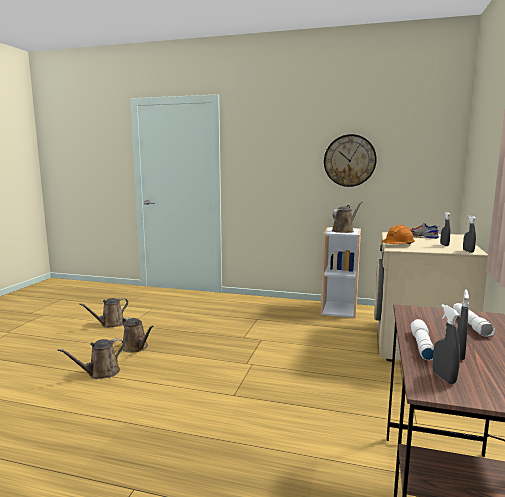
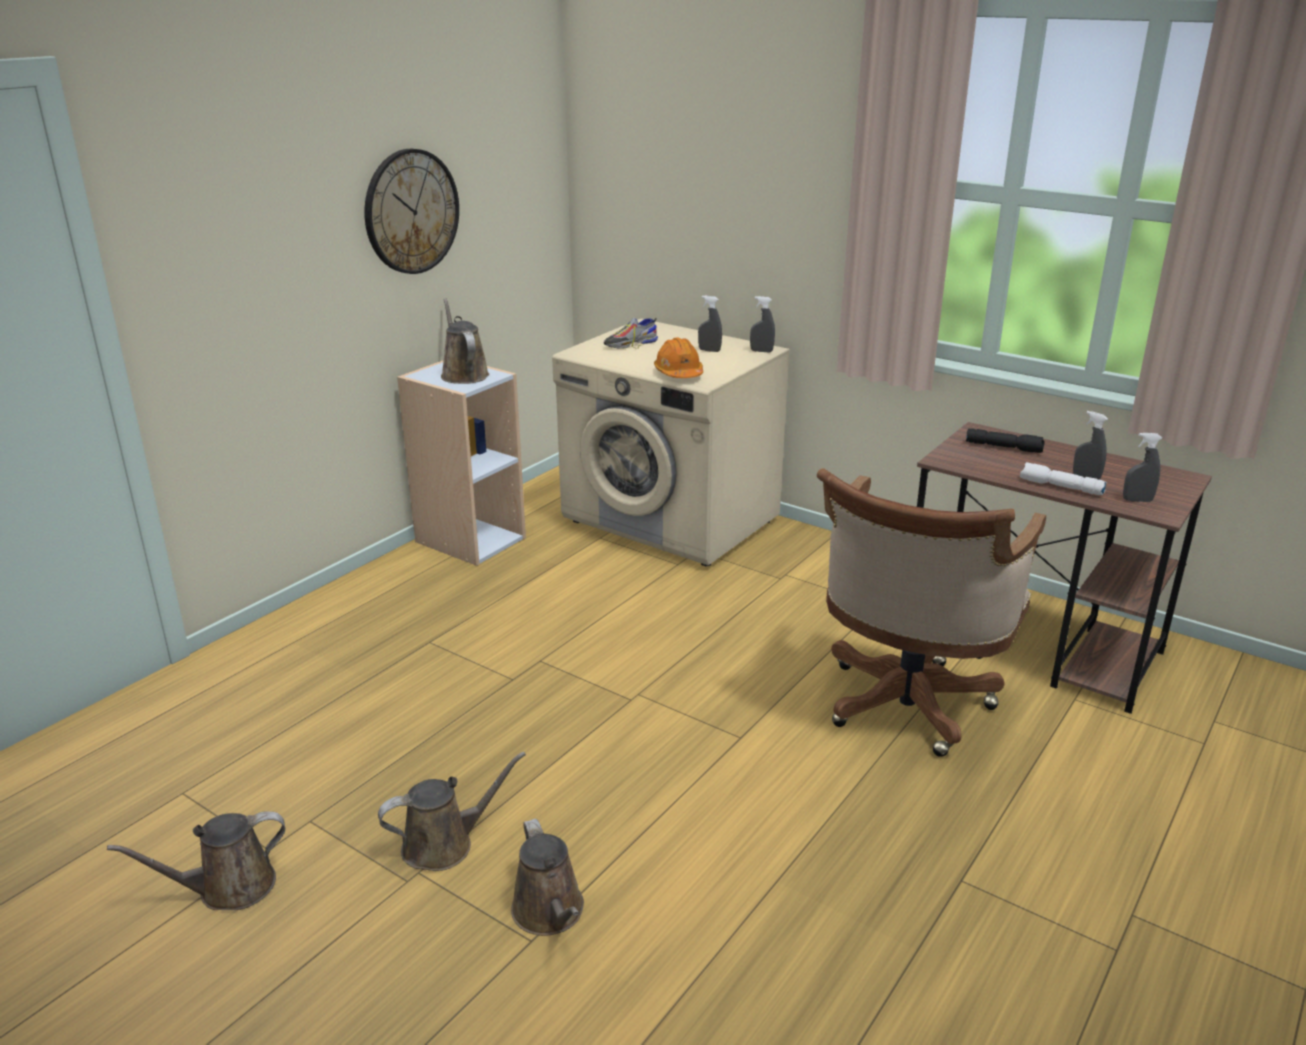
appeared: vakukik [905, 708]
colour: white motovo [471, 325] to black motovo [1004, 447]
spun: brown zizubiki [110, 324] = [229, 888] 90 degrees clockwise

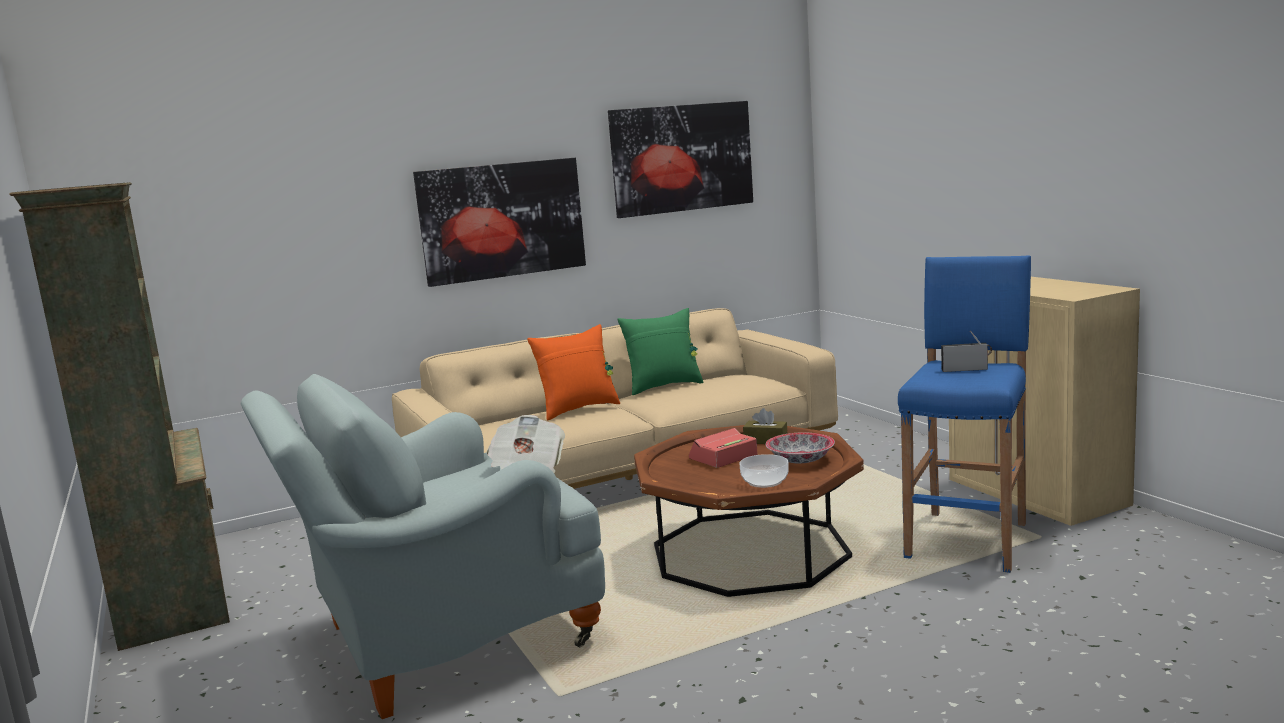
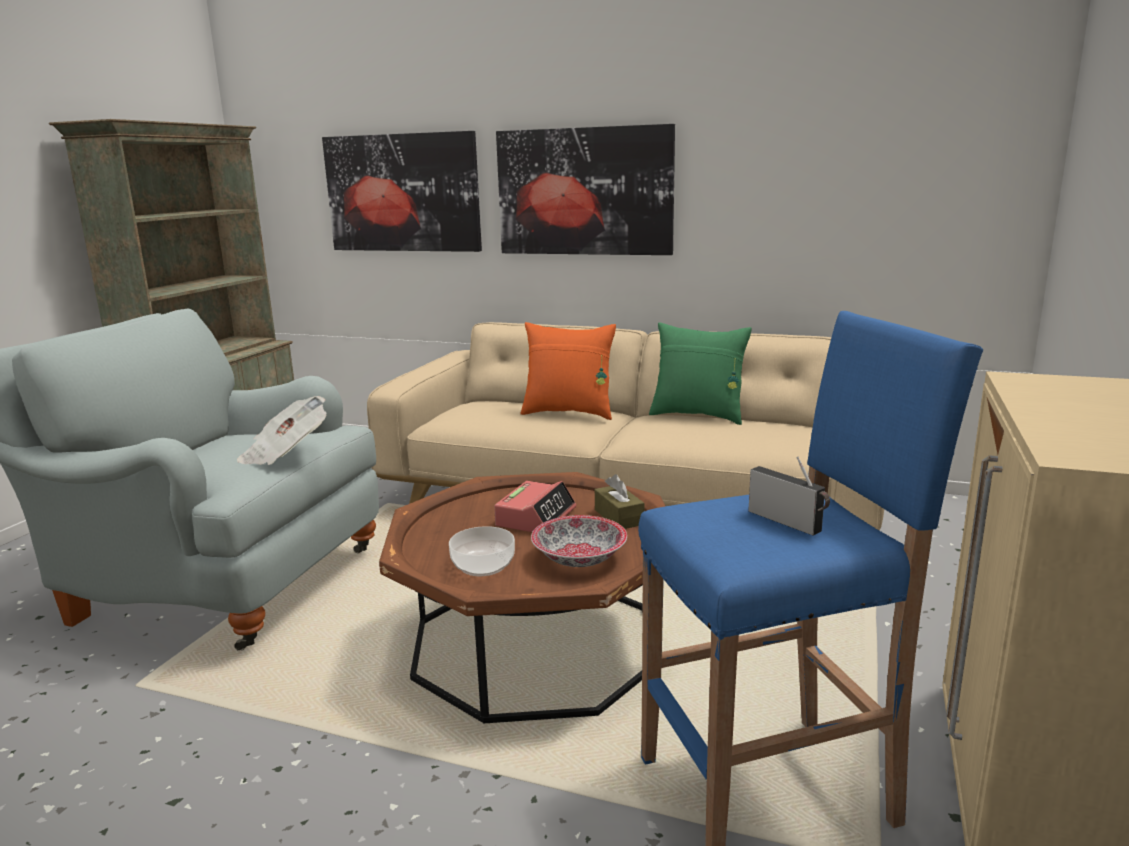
relocated: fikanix [682, 158] to [402, 193]
spun: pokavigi [723, 457] = [536, 517] 105 degrees clockwise

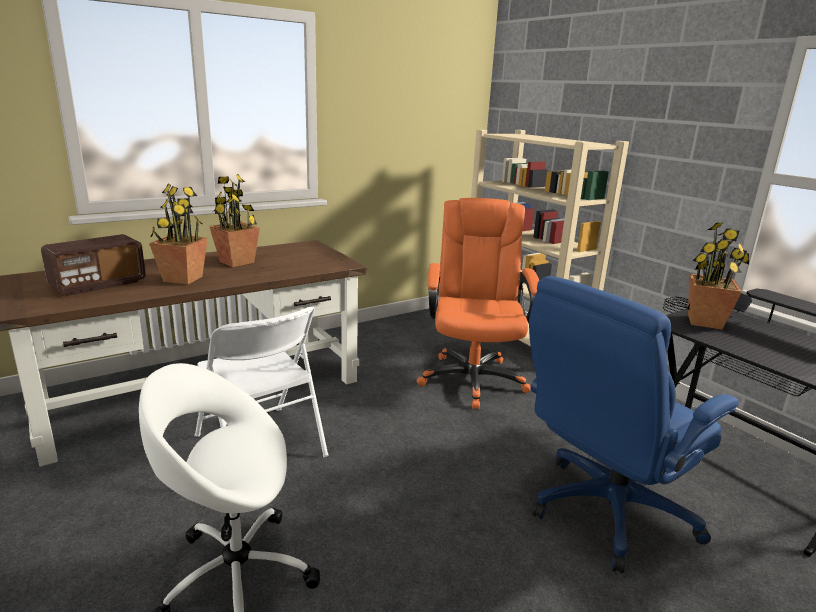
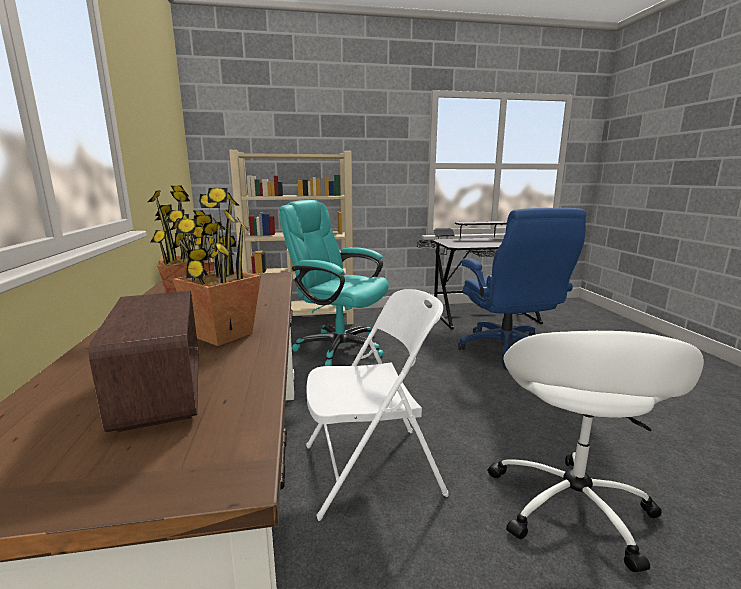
missing: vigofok [704, 322]
colour: orange vakukik [472, 380] to turquoise vakukik [339, 348]

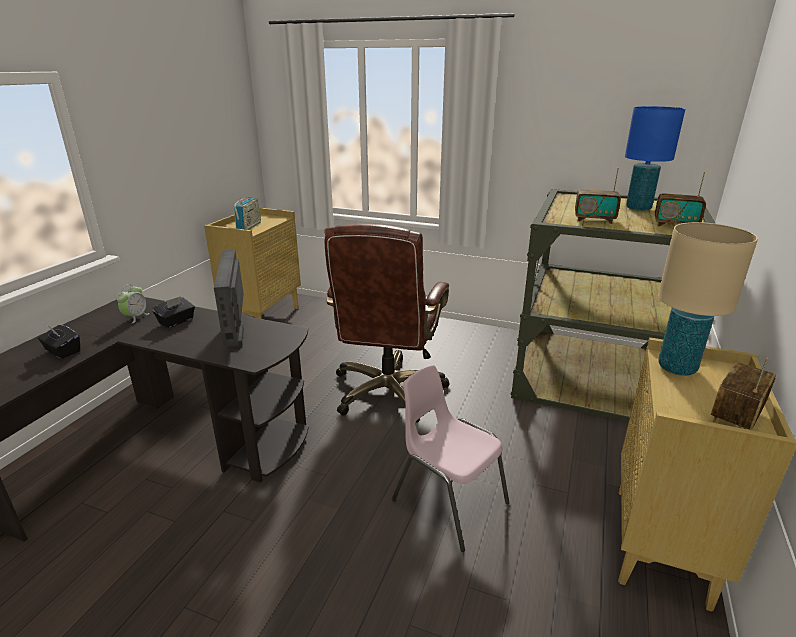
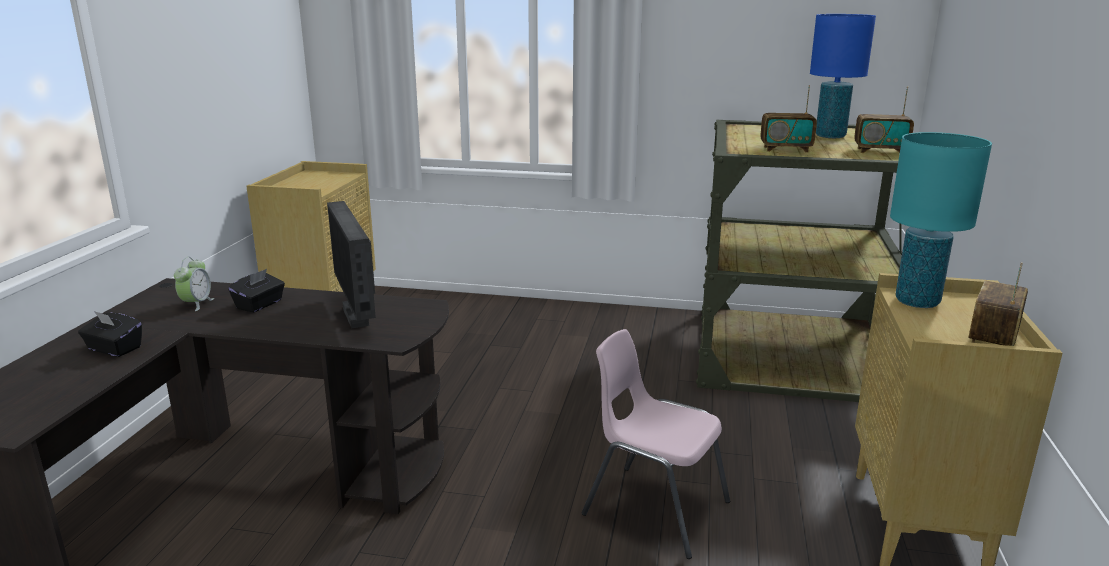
missing: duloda [249, 226]; brown vakukik [388, 390]
colour: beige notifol [676, 368] to turquoise notifol [917, 302]

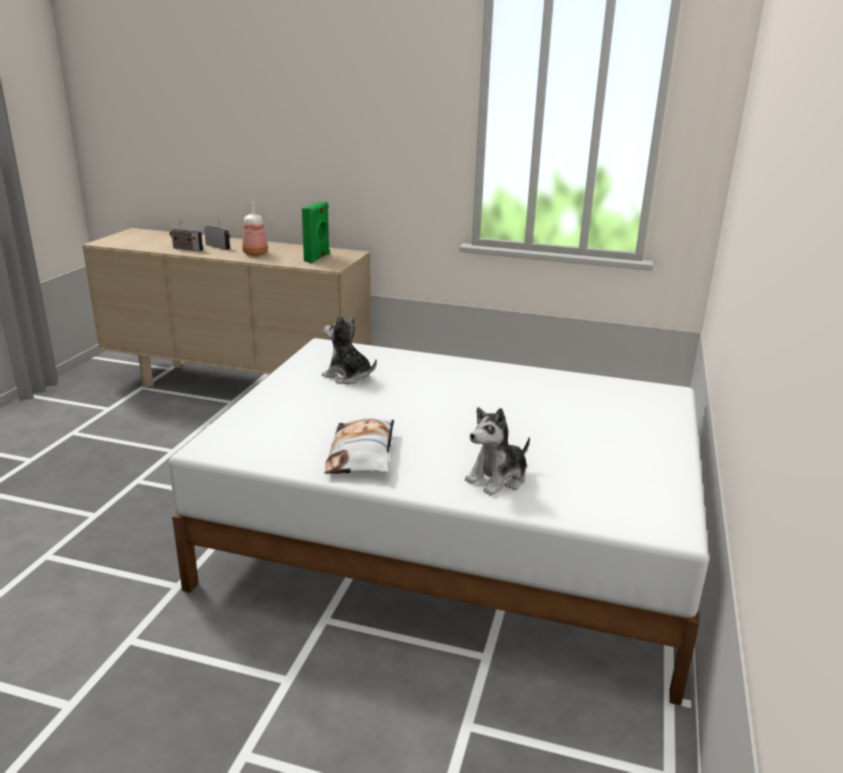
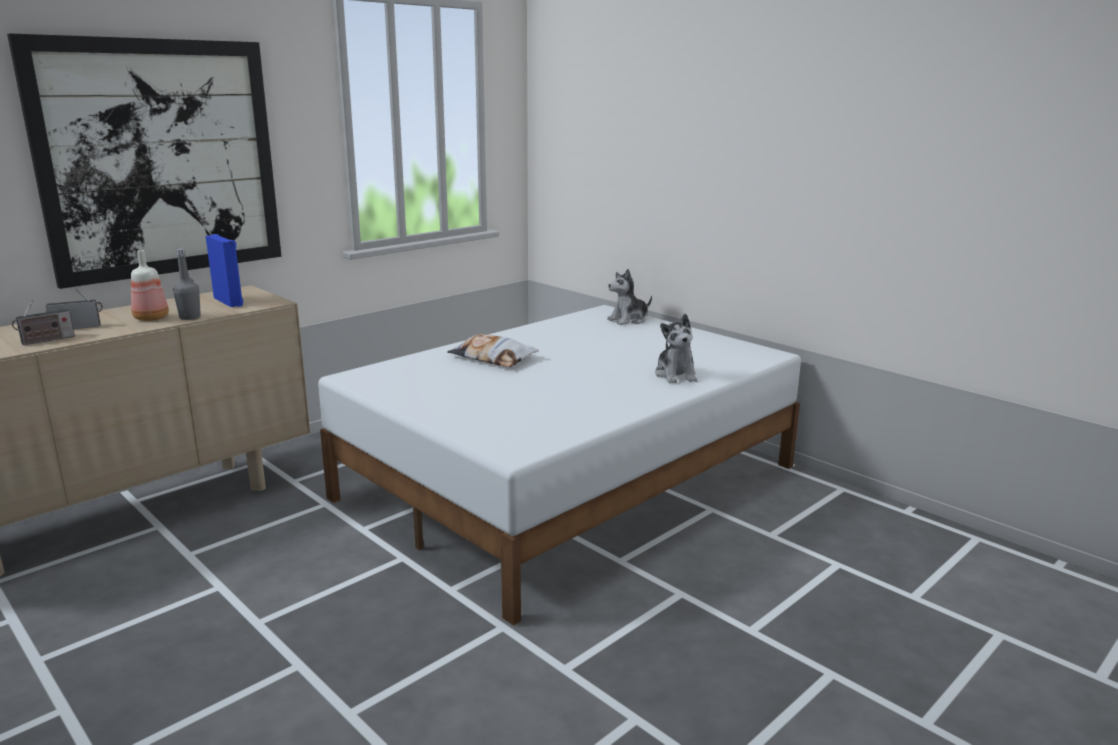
appeared: fikanix [160, 159]; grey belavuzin [190, 317]
relocated: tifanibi [348, 376] to [629, 320]; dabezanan [362, 454] to [493, 358]
colour: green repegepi [318, 258] to blue repegepi [229, 301]

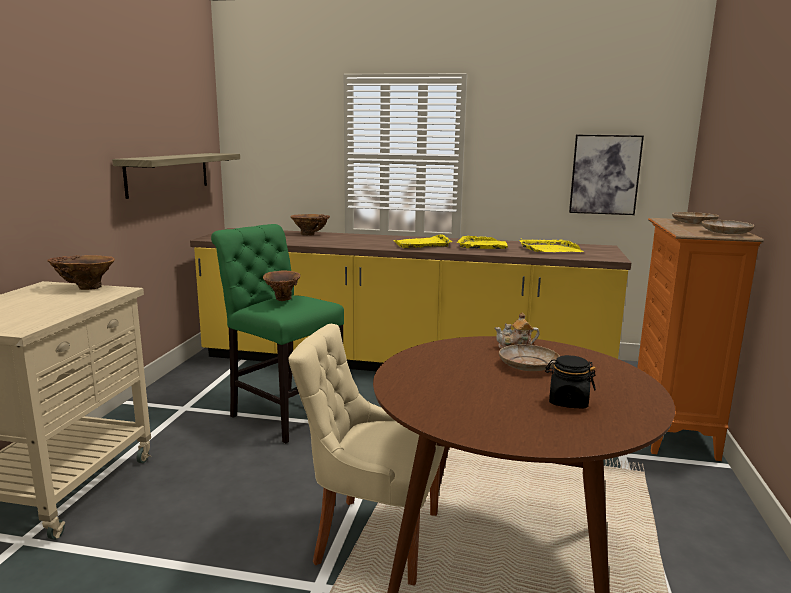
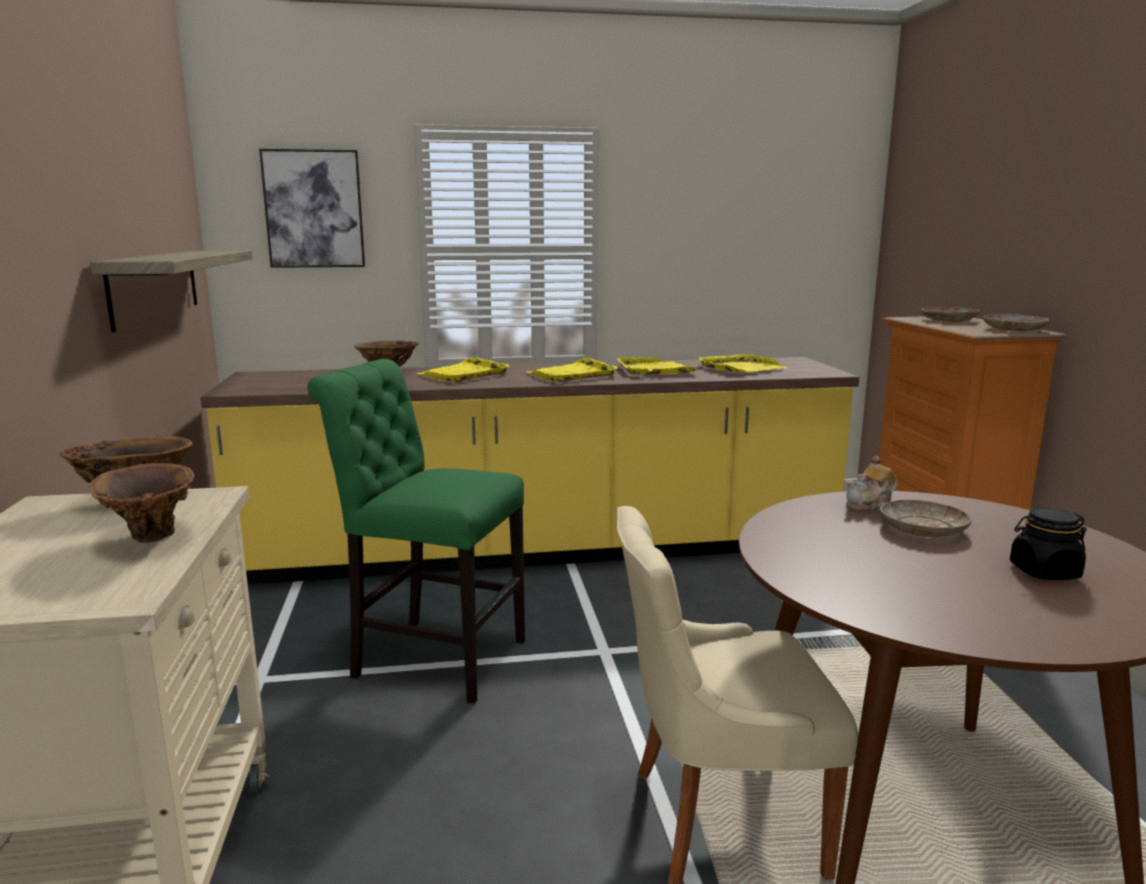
appeared: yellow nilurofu [464, 374]
relocated: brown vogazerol [282, 300] to [149, 539]; fikanix [605, 174] to [314, 209]

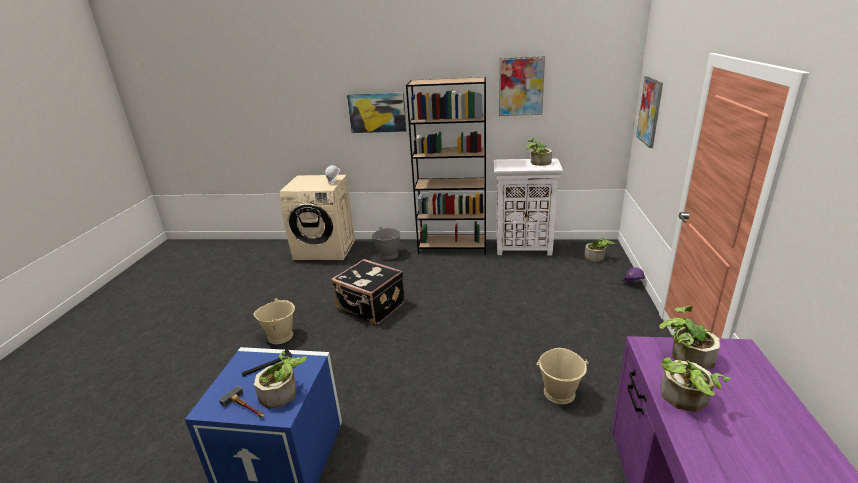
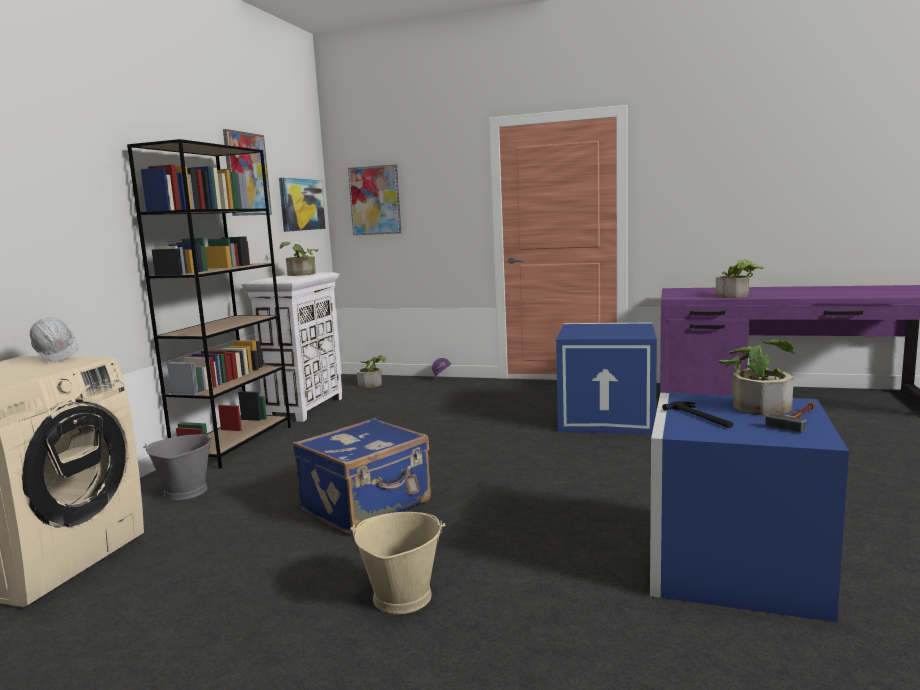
missing: vigofok [685, 356]
relocated: fikanix [377, 112] to [301, 204]
exchanged: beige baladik [559, 393] to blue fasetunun [608, 418]
colour: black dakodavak [371, 307] to blue dakodavak [367, 506]

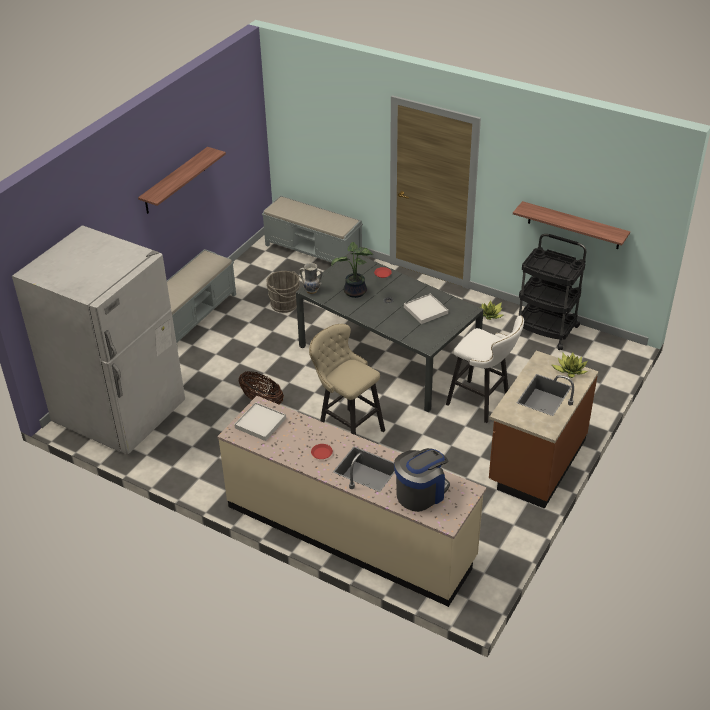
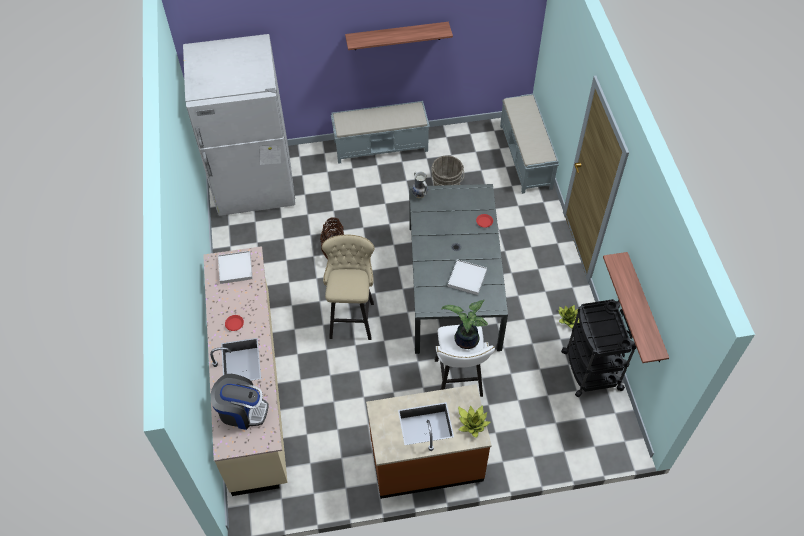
relocated: vigofok [355, 292] to [465, 340]

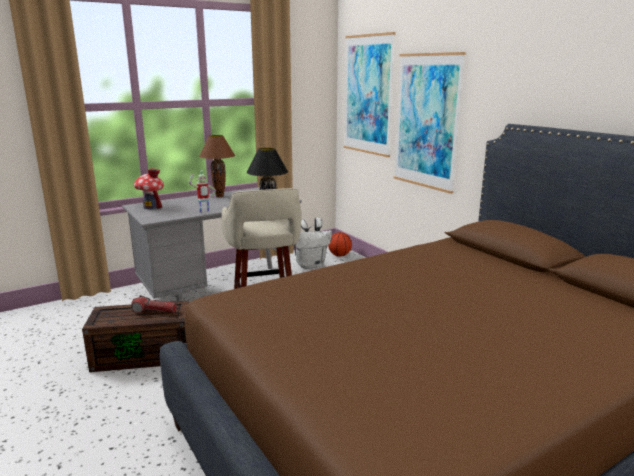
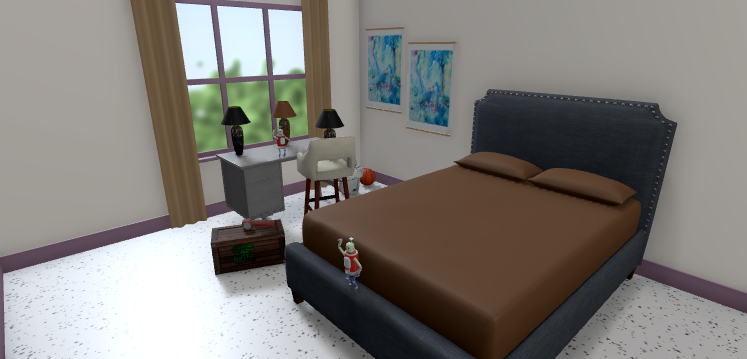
appeared: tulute [351, 286]
exchanged: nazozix [151, 207] to black notifol [239, 155]

